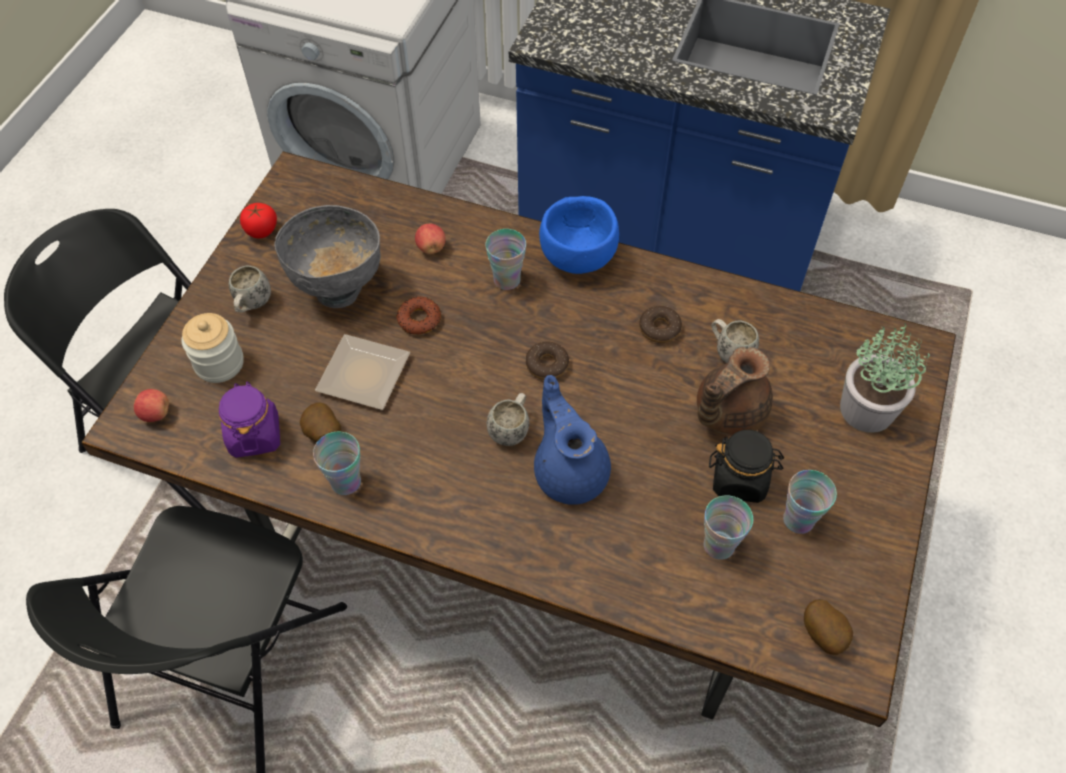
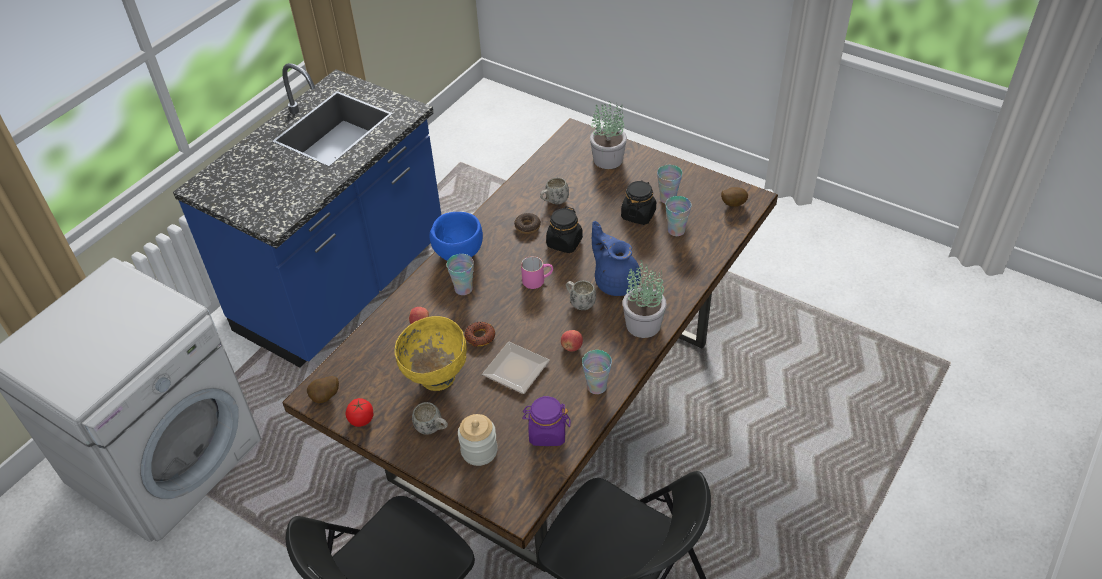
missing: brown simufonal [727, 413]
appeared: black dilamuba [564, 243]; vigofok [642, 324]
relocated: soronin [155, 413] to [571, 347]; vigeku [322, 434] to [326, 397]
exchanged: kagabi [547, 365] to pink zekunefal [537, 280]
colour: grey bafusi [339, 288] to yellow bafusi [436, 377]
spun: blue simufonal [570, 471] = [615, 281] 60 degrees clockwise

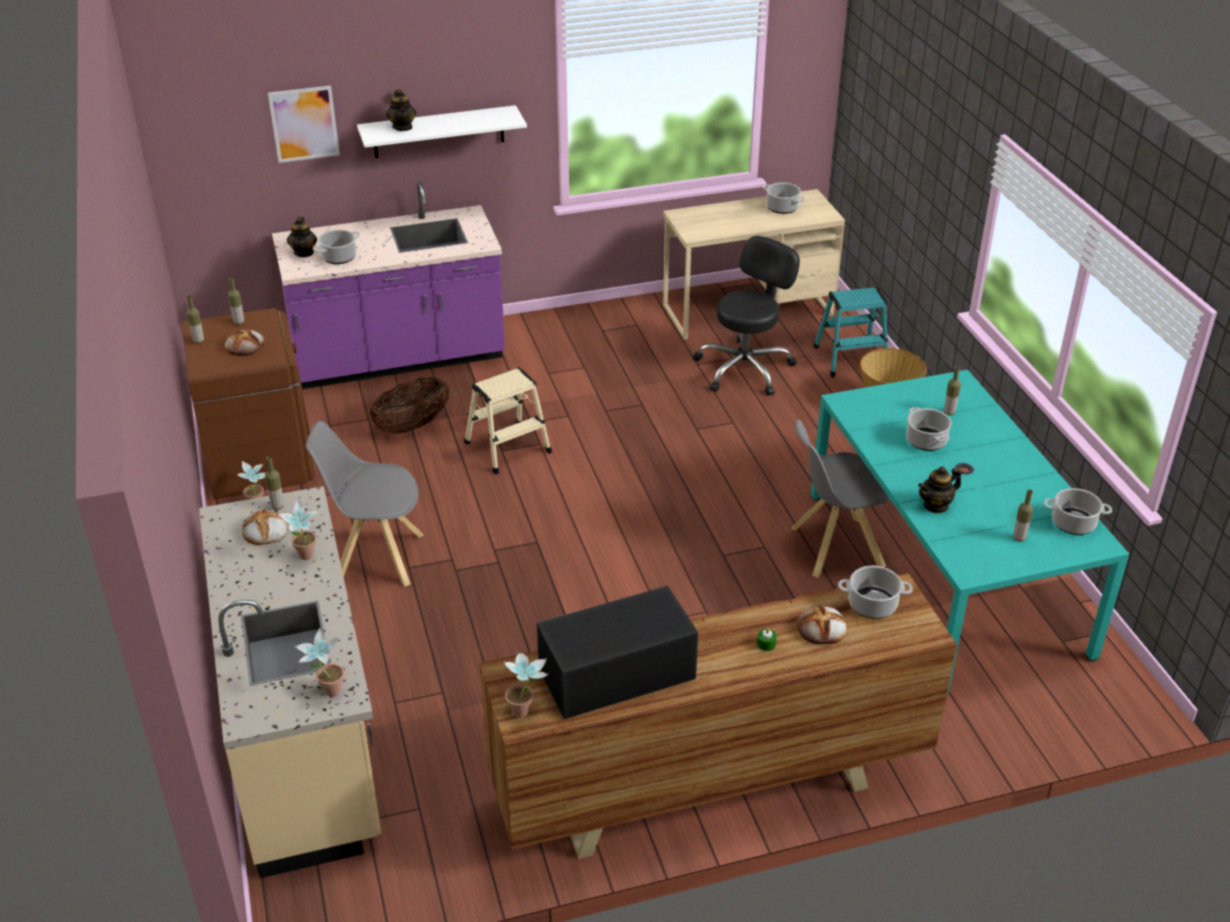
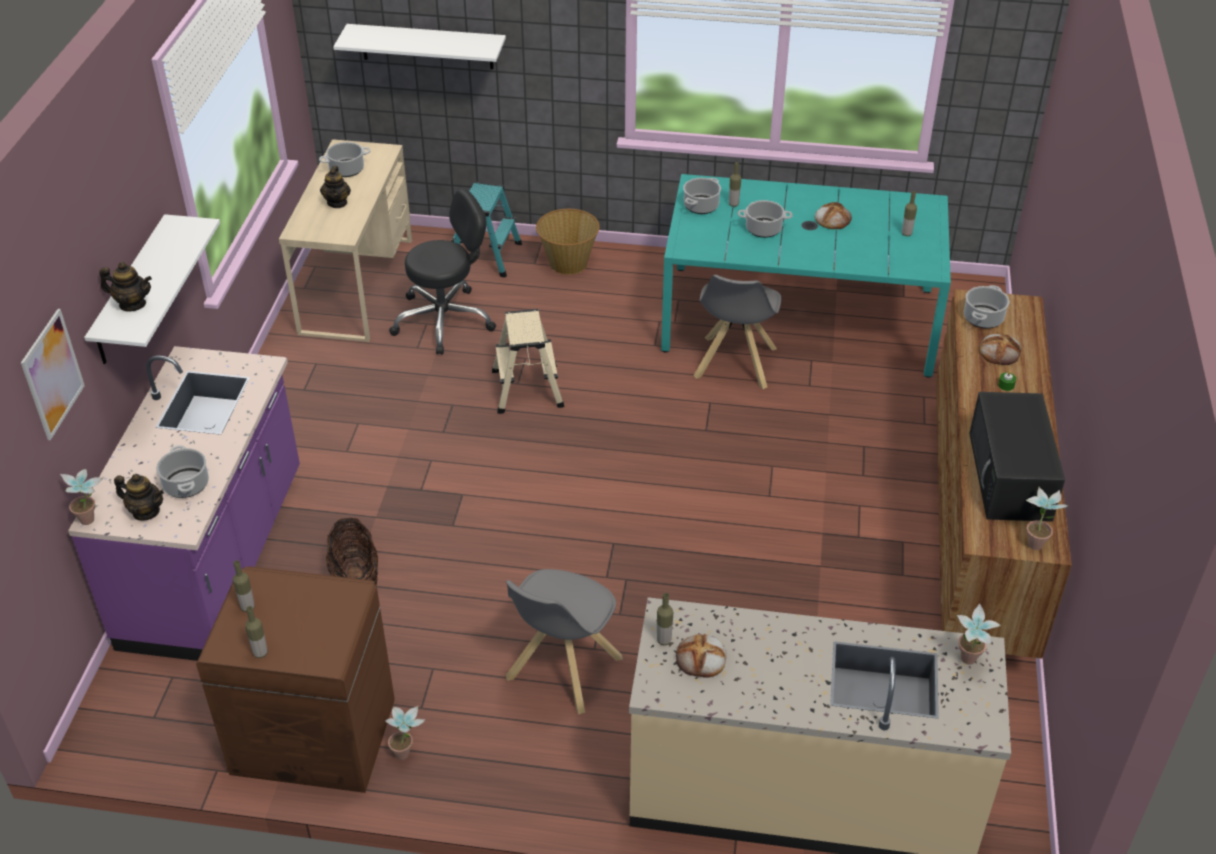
appeared: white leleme [427, 46]
relocated: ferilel [245, 346] to [832, 219]; vigofok [306, 559] to [92, 521]; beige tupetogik [508, 447] to [527, 388]; simufonal [936, 505] to [337, 202]; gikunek [1073, 523] to [701, 206]
spun: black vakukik [747, 367] = [448, 319] 90 degrees clockwise

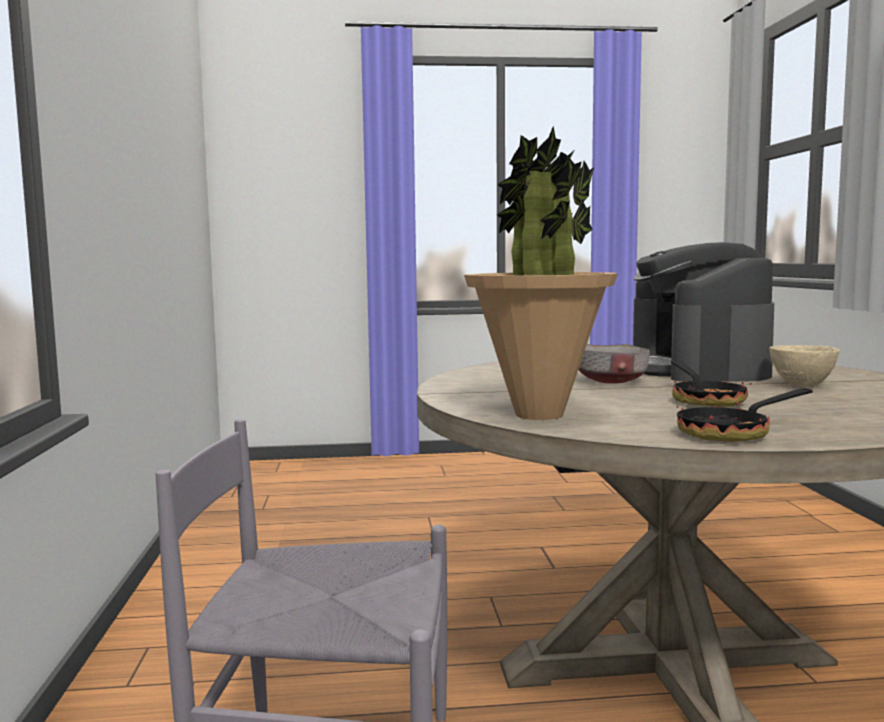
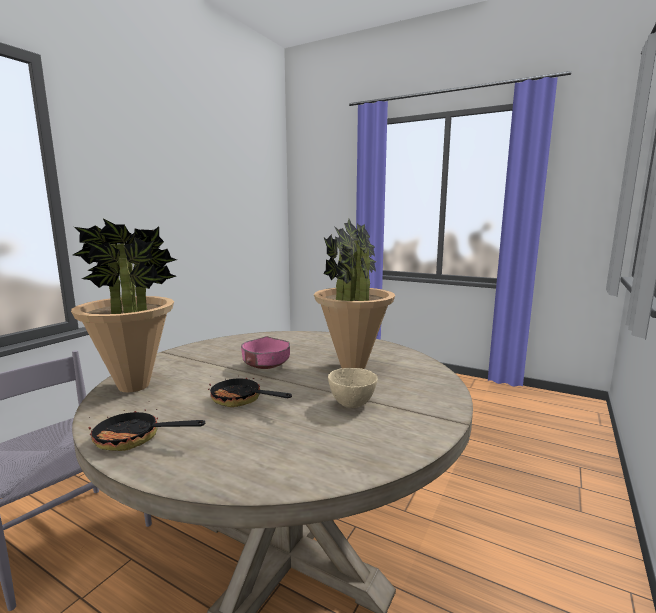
exchanged: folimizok [697, 369] to vigofok [353, 366]
colour: grey bafusi [611, 382] to pink bafusi [266, 366]
spun: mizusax [704, 400] = [241, 400] 90 degrees clockwise

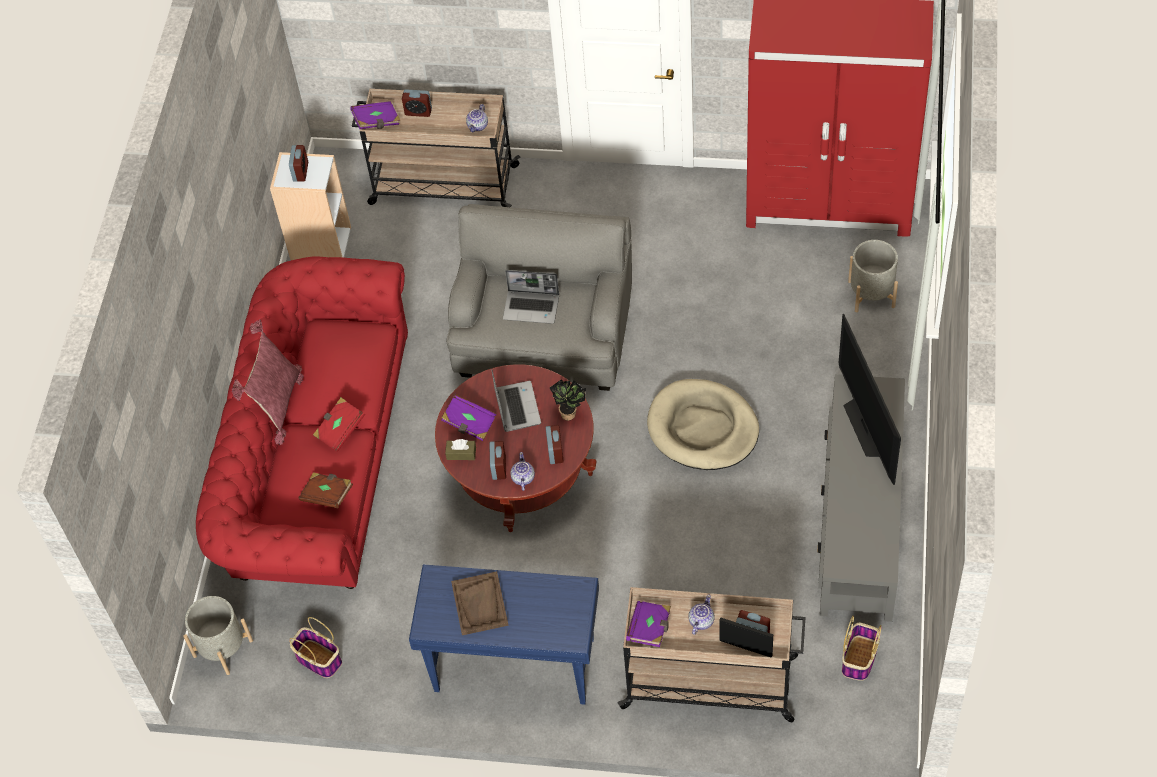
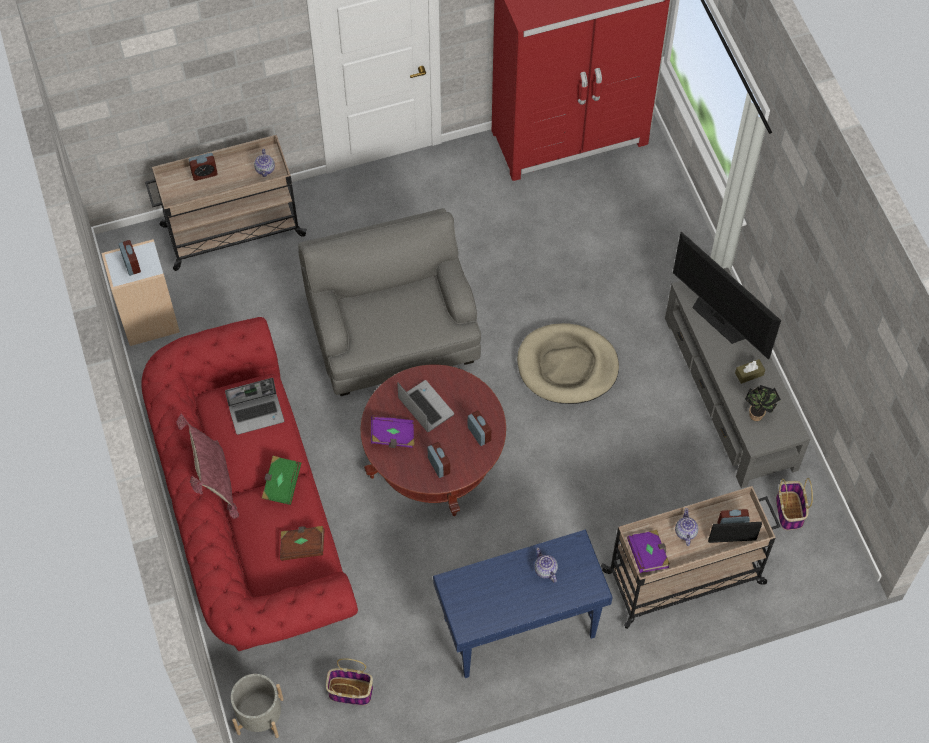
missing: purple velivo [377, 122]; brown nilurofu [480, 604]; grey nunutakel [871, 294]
relocated: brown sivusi [461, 453] to [749, 374]; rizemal [532, 307] to [257, 413]; simufonal [523, 478] to [545, 570]; vigofok [570, 413] to [757, 414]
colour: red velivo [340, 430] to green velivo [281, 484]

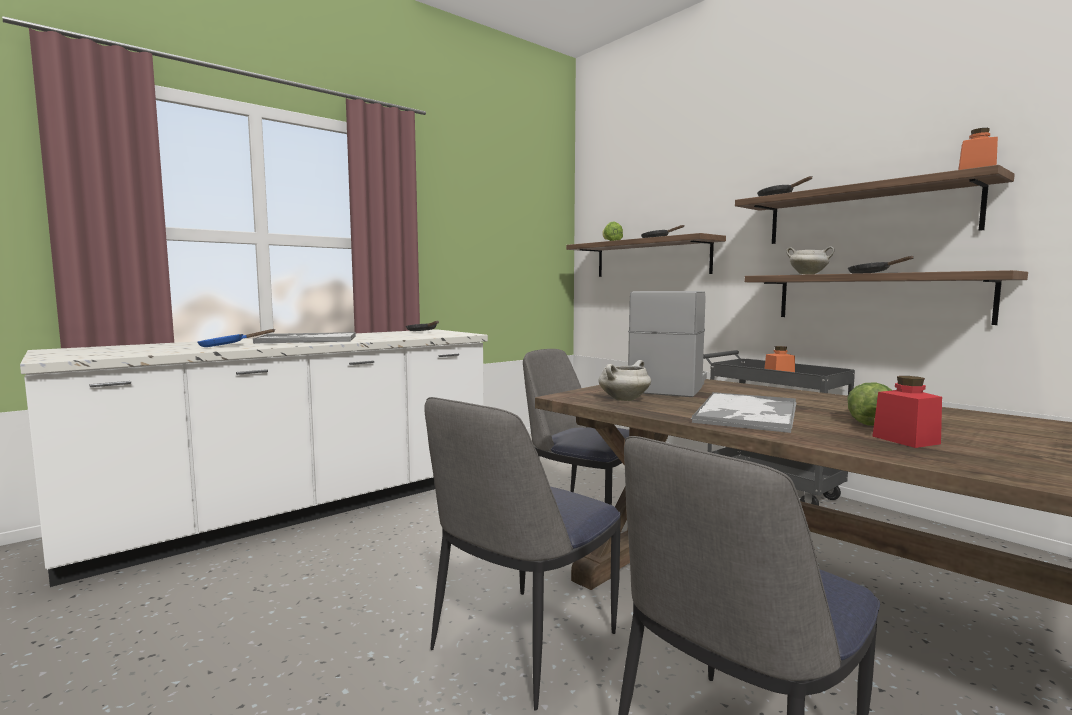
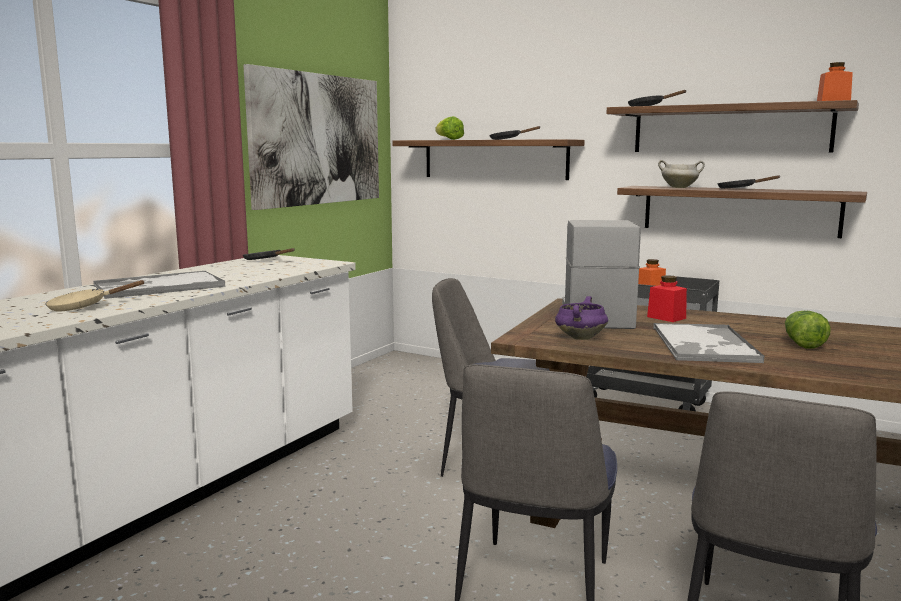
appeared: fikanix [317, 139]
relocated: red dilamuba [905, 440] to [666, 317]
colour: blue mizusax [227, 346] to beige mizusax [84, 307]; white gikunek [624, 399] to purple gikunek [580, 338]

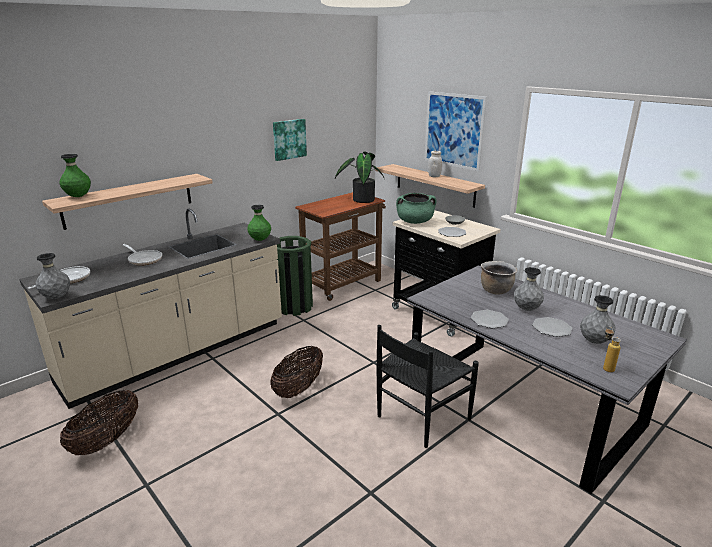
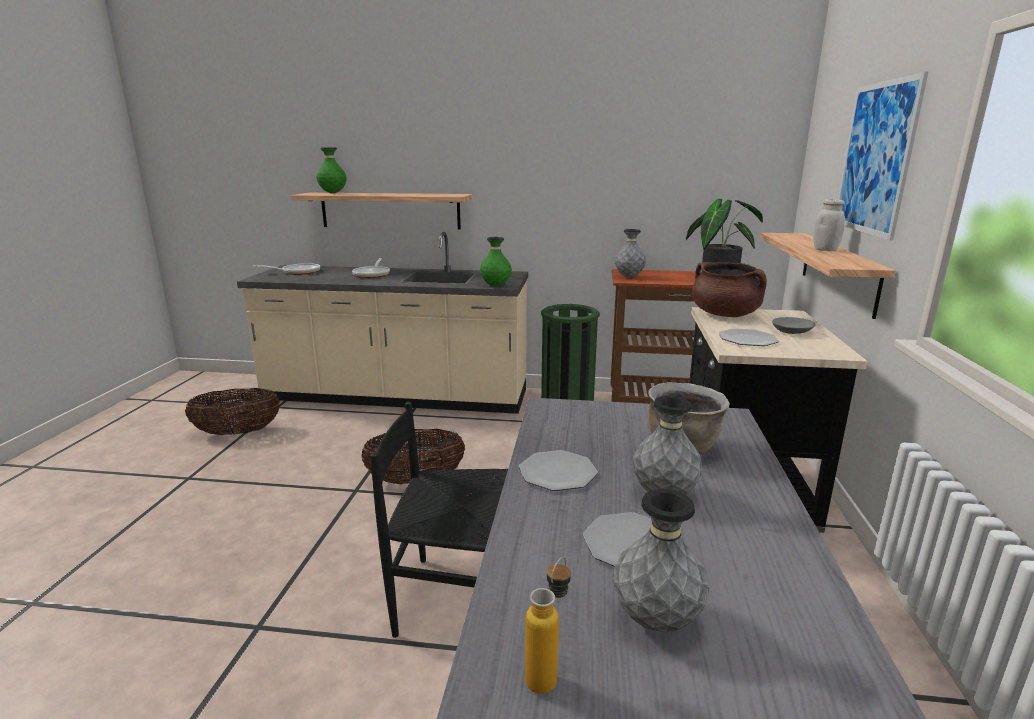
missing: fikanix [289, 139]
relocated: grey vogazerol [56, 297] to [629, 277]
colour: green gikunek [415, 222] to brown gikunek [725, 314]

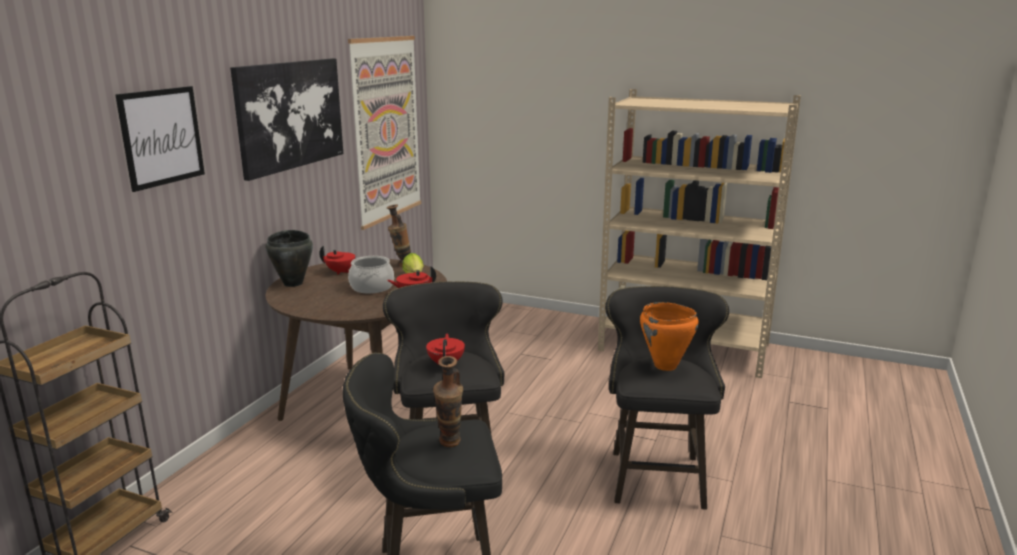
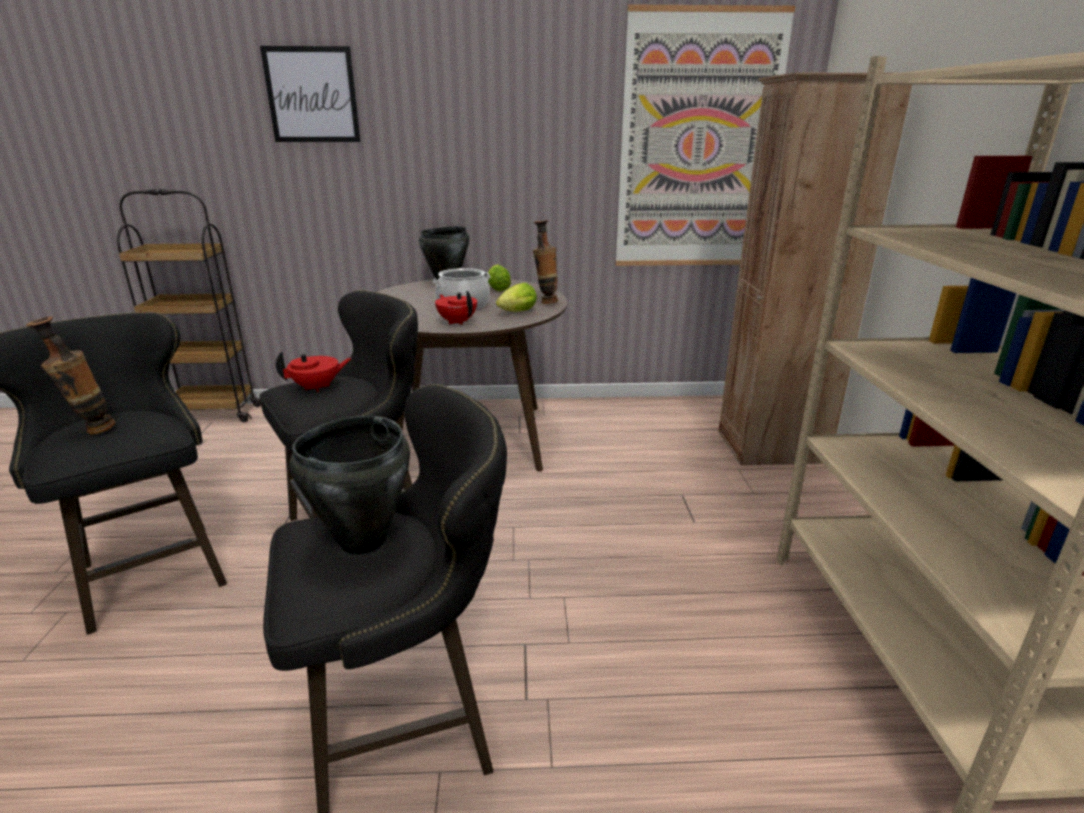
missing: fikanix [290, 115]
appeared: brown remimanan [770, 447]
exchanged: red simufonal [341, 272] to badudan [497, 289]
colour: orange gikunek [665, 366] to black gikunek [362, 541]

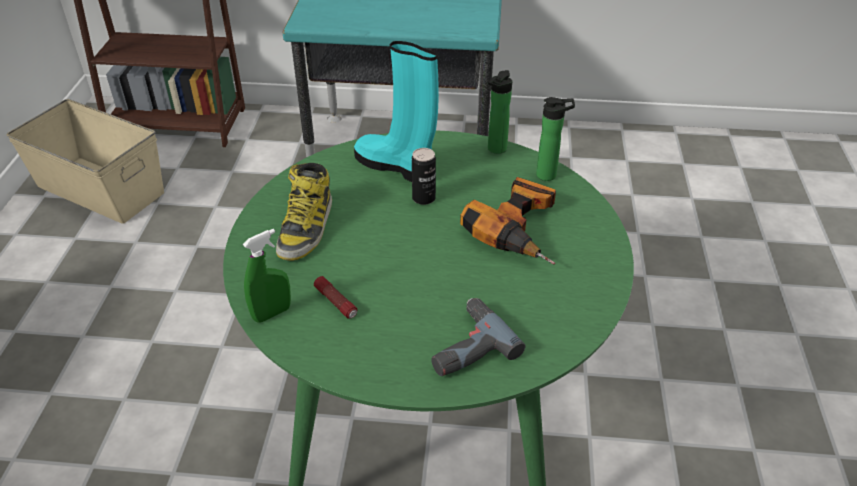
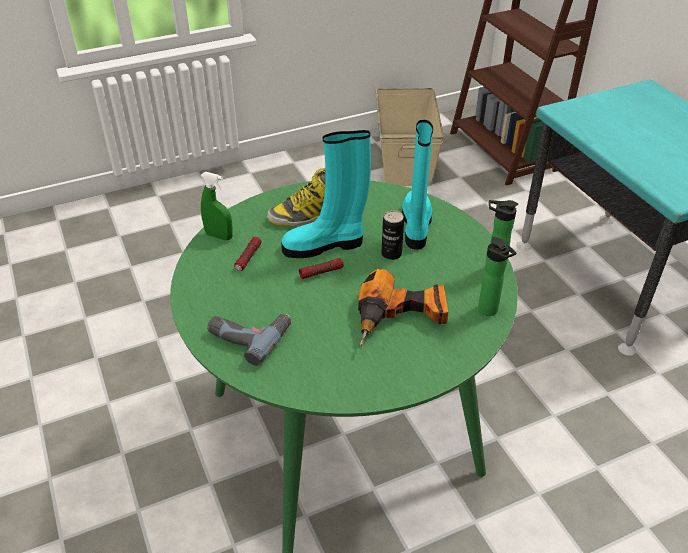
appeared: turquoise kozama [325, 245]; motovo [321, 272]

